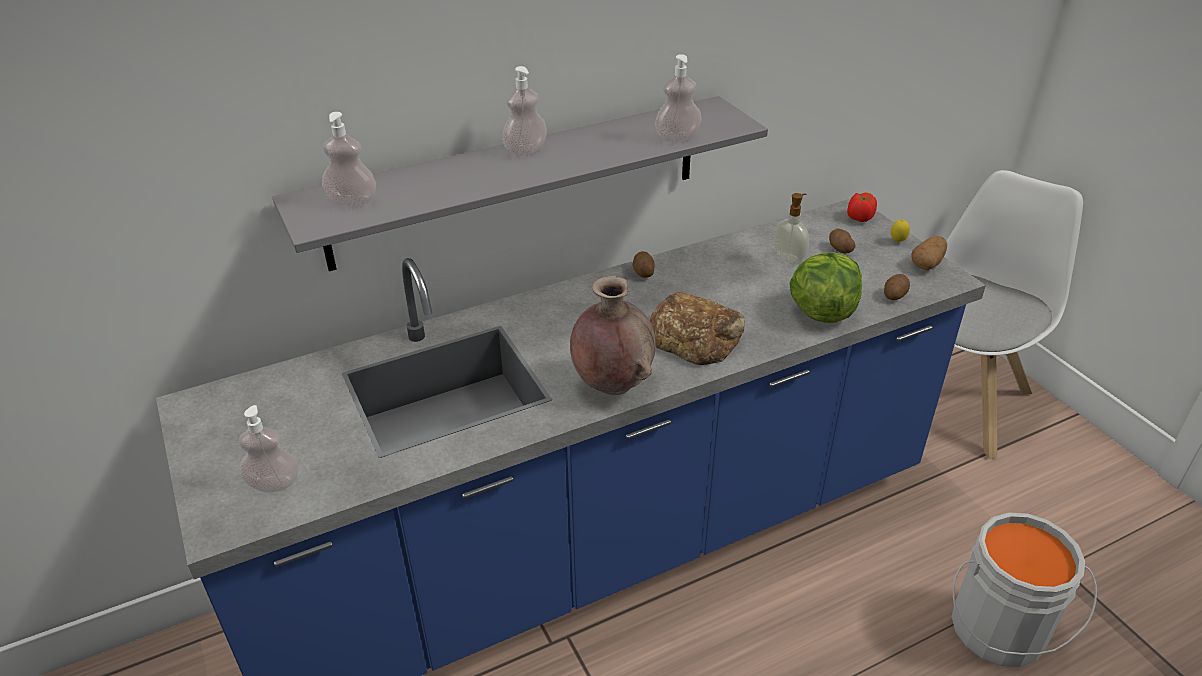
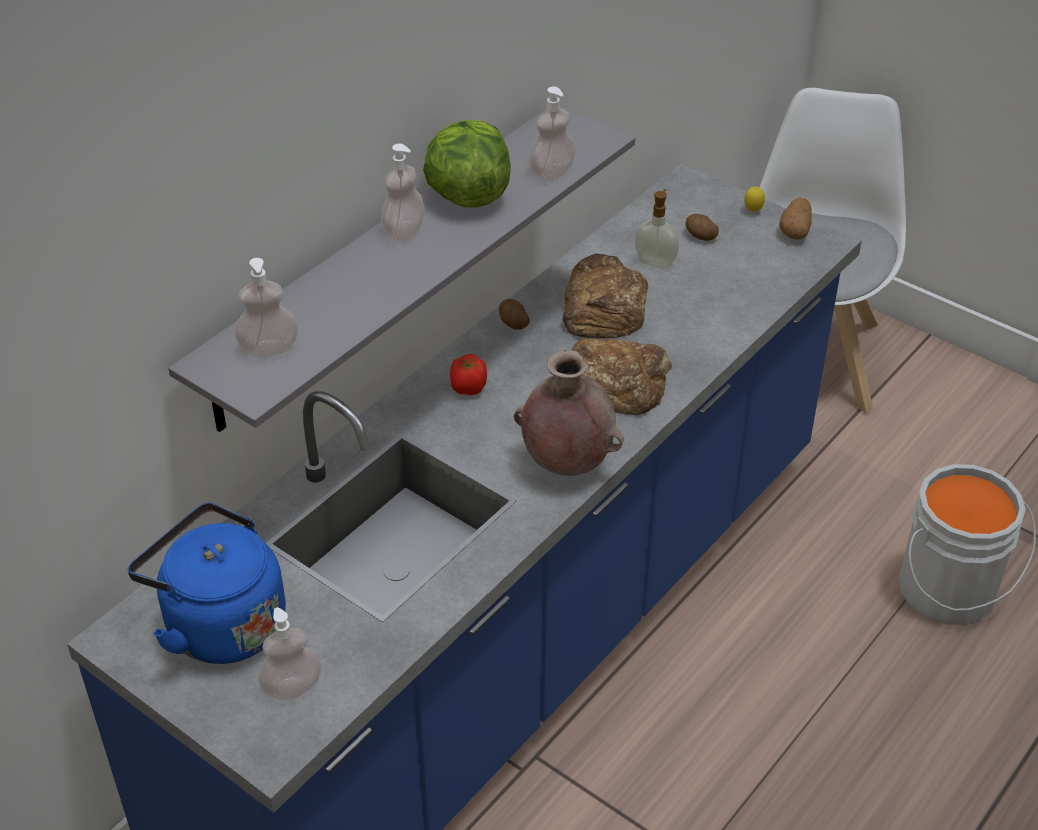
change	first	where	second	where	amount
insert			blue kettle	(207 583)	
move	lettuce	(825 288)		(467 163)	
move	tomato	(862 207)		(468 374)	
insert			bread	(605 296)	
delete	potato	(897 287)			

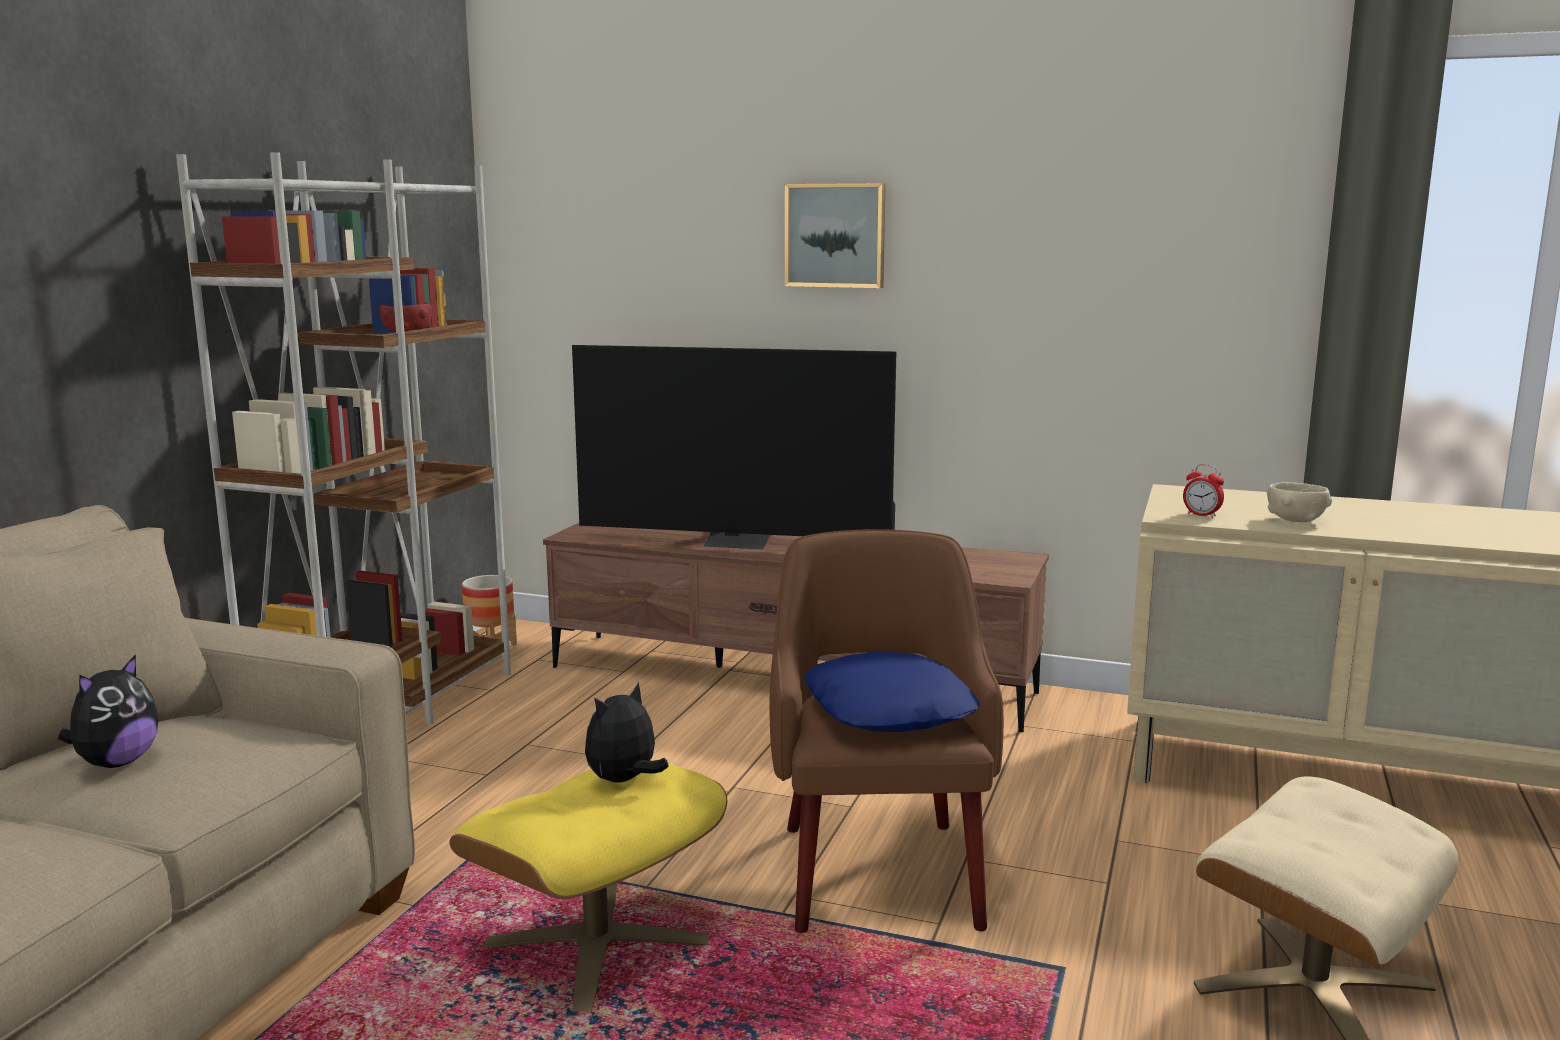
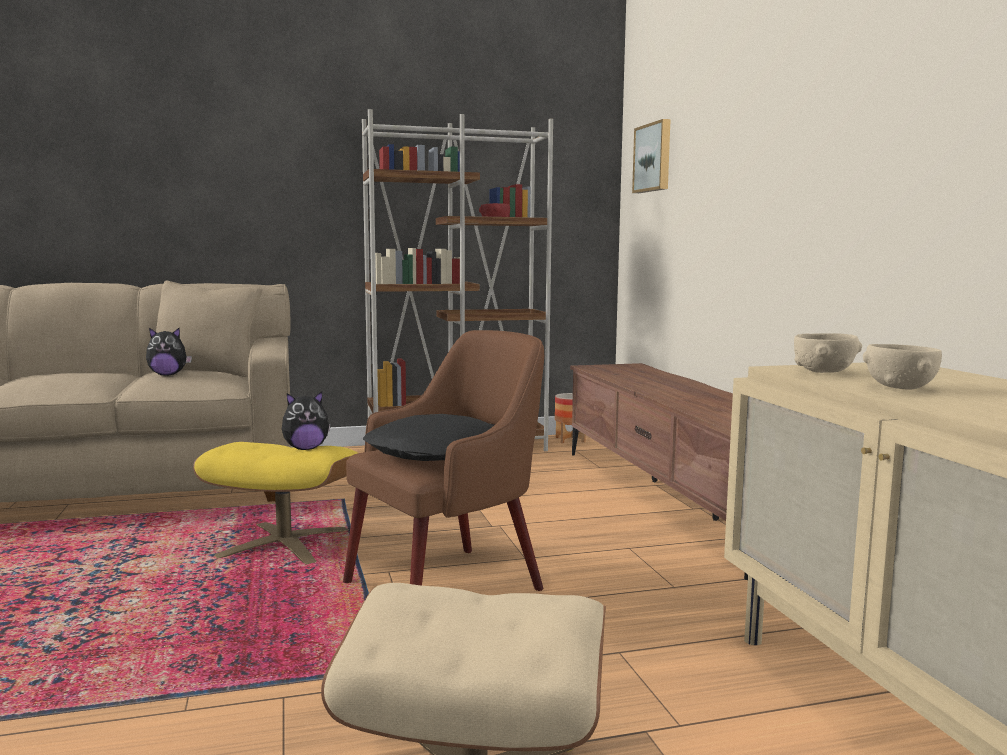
change	first	where	second	where	amount
rotate	plush toy	(627 732)		(306 420)	150 degrees clockwise
recolor	blue pillow	(892 692)	black pillow	(428 437)	
move	picture	(835 235)		(651 156)	
replace	alarm clock	(1203 491)	beige bowl	(828 353)	
delete	television	(734 447)			

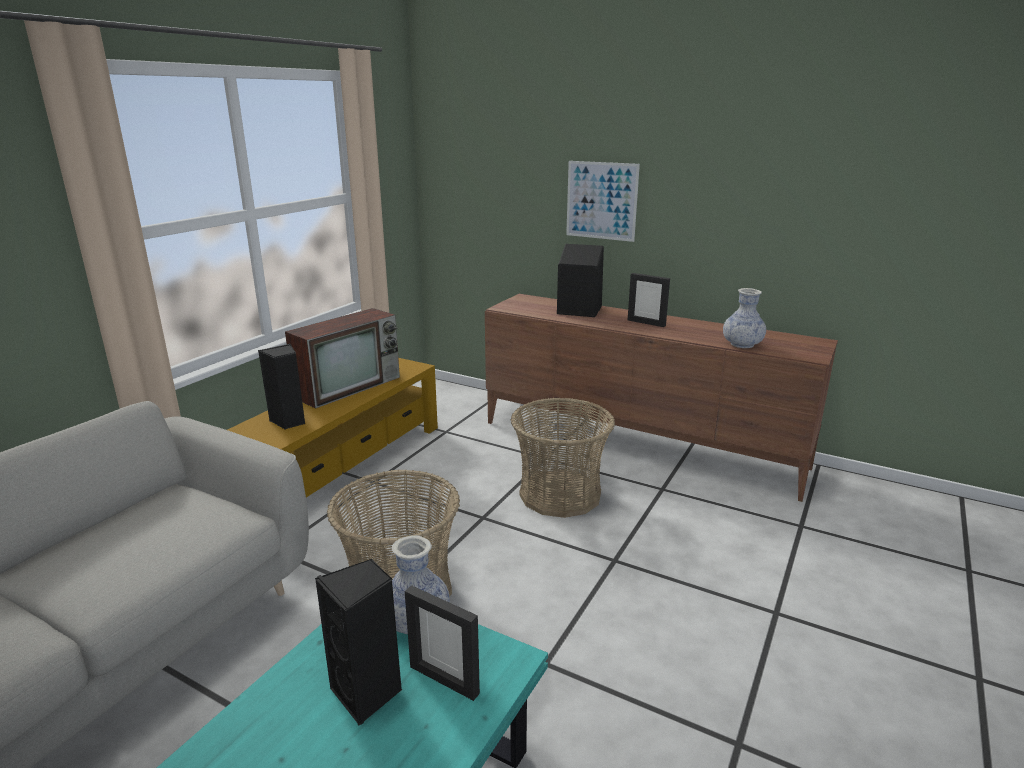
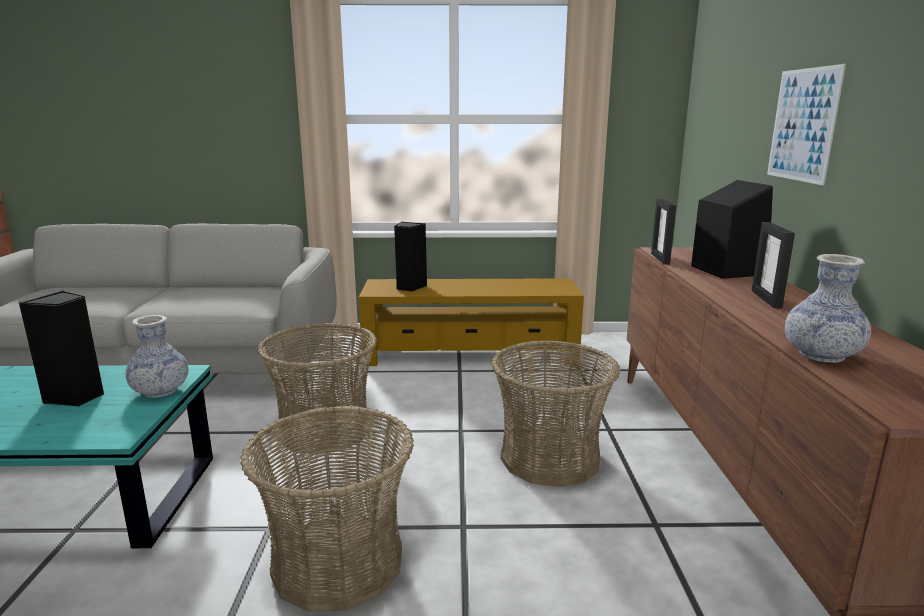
change	first	where	second	where	amount
insert			basket	(327 509)	
move	picture frame	(442 643)		(663 232)	
delete	television	(342 358)			

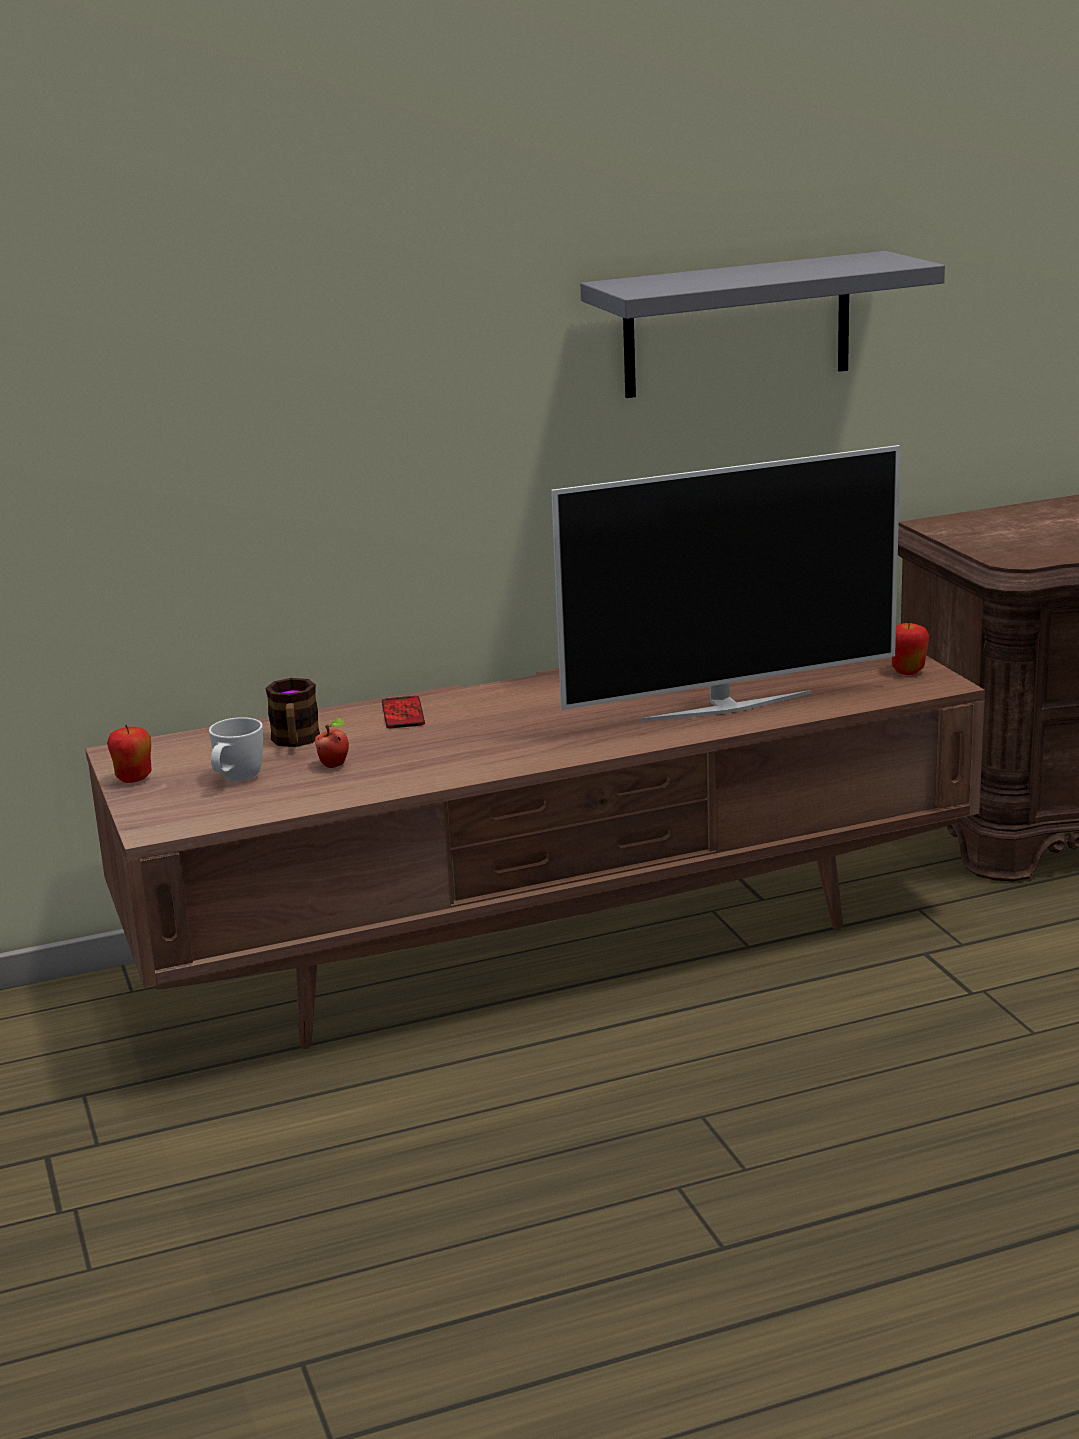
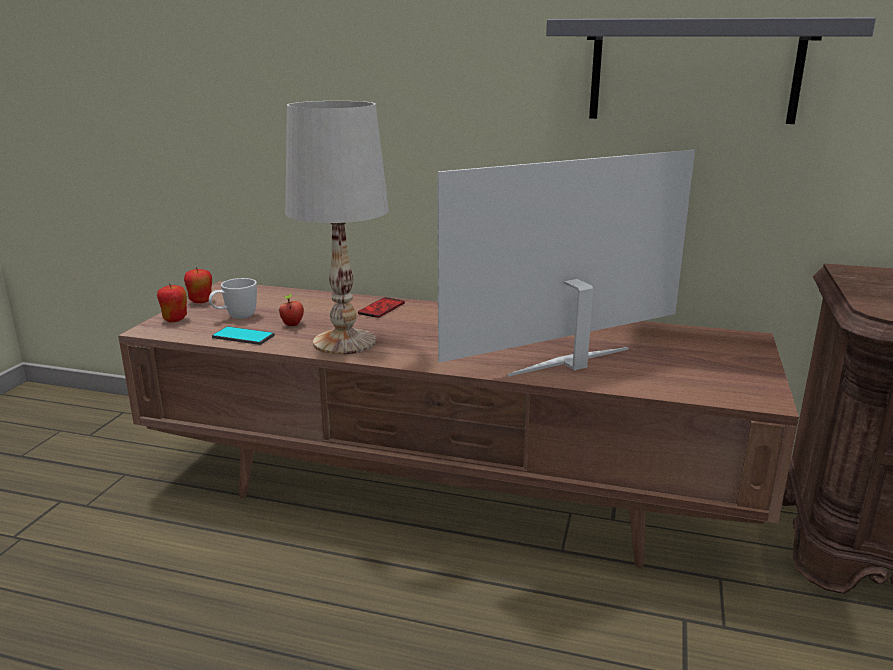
change	first	where	second	where	amount
move	apple	(910 647)		(172 302)	
insert			phone	(243 335)	
insert			white table lamp	(337 228)	
rotate	television	(725 583)		(566 263)	135 degrees clockwise
delete	mug	(292 712)			

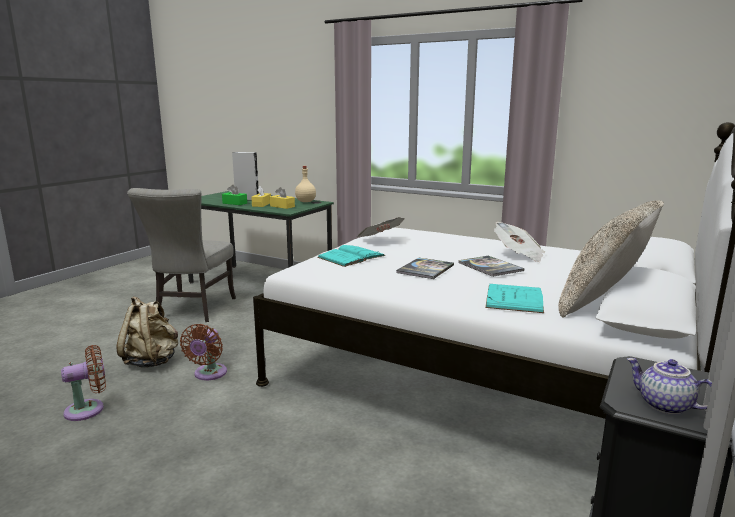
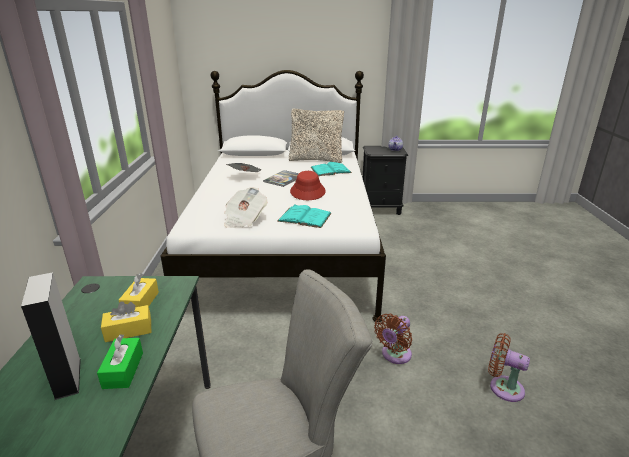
change	first	where	second	where	amount
replace	book	(425 268)	red hat	(308 185)	
rotate	brown fan	(203 352)		(393 339)	150 degrees clockwise
delete	beige backpack	(147 332)			
delete	beige bottle	(305 184)			

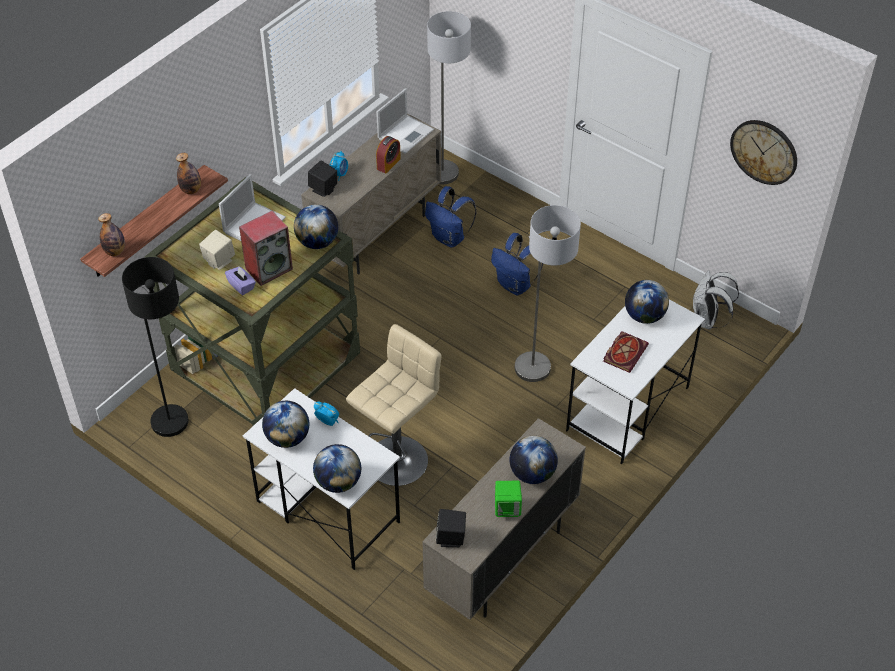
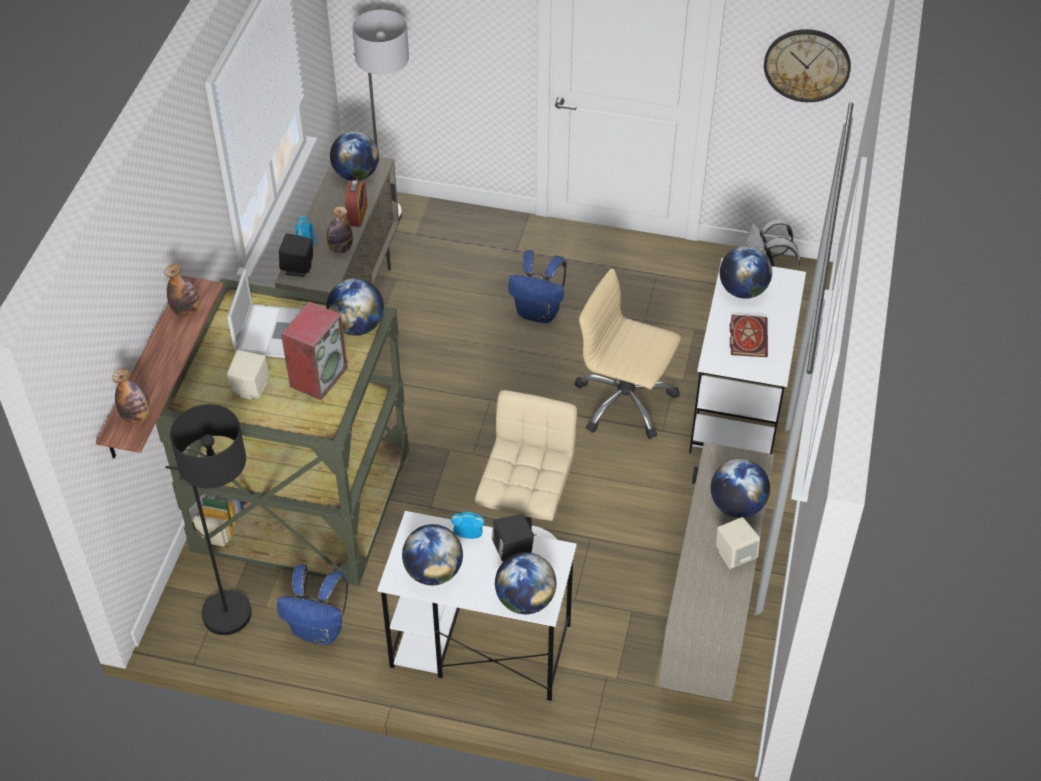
change	first	where	second	where	amount
move	blue backpack	(451 217)		(312 604)	
insert			bottle	(340 230)	
replace	laptop	(405 121)	globe	(354 156)	
move	black speaker	(451 528)		(513 538)	
replace	grey floor lamp	(548 293)	beige office chair	(627 354)	
recolor	green speaker	(508 499)	beige speaker	(738 543)	
delete	purple tissue box	(240 281)			

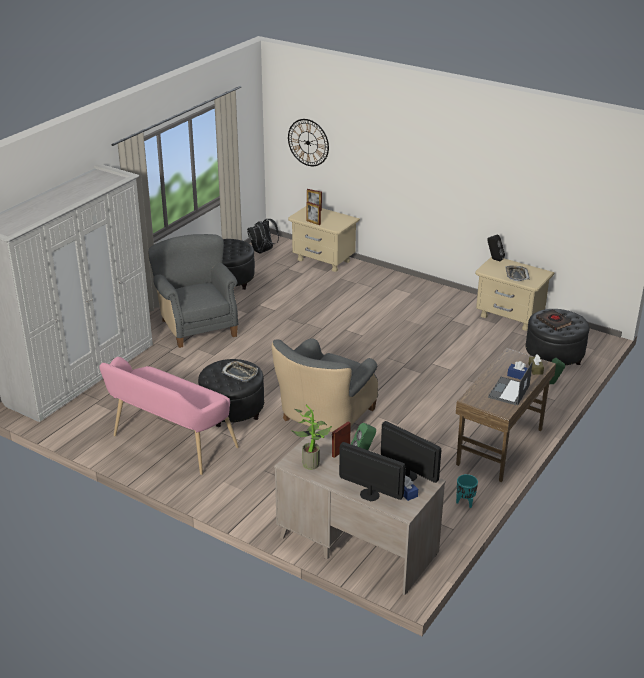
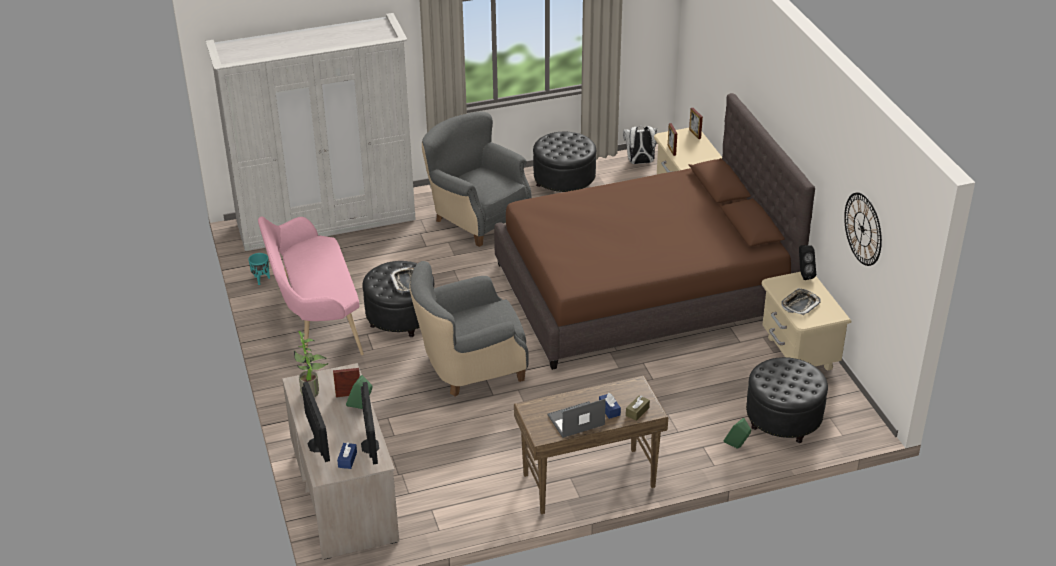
change	first	where	second	where	amount
move	turquoise planter	(467 491)		(259 269)	
rotate	grey armchair	(193 291)		(477 179)	60 degrees counterclockwise
insert			brown bed	(654 231)	
recolor	black backpack	(263 236)	white backpack	(640 145)	
move	wall clock	(308 142)		(863 229)	
delete	black book	(554 320)			

